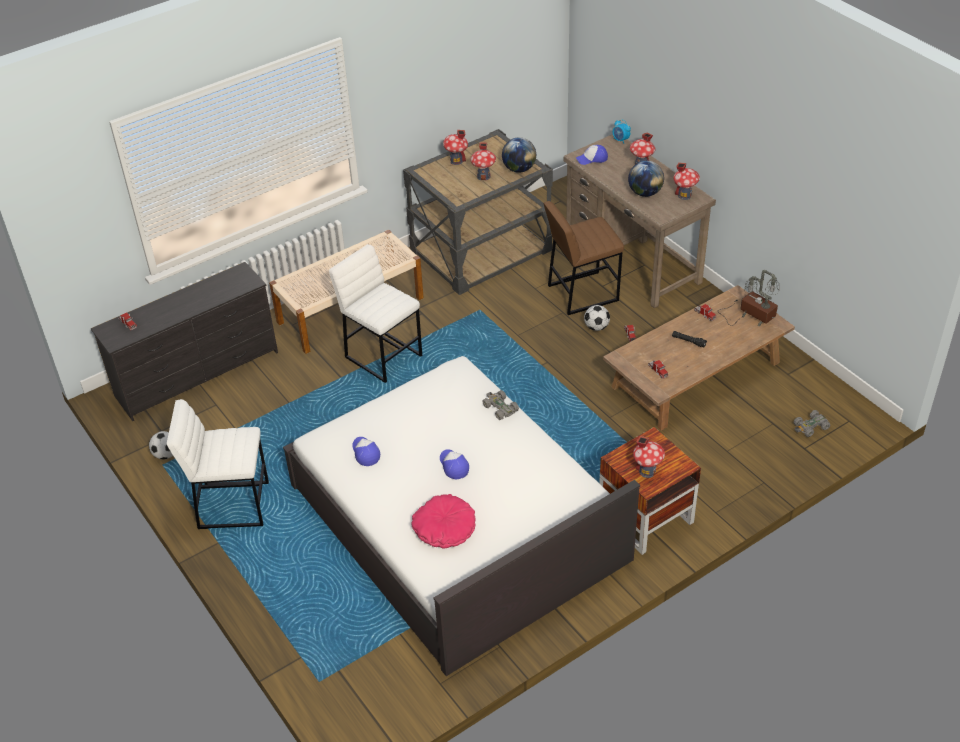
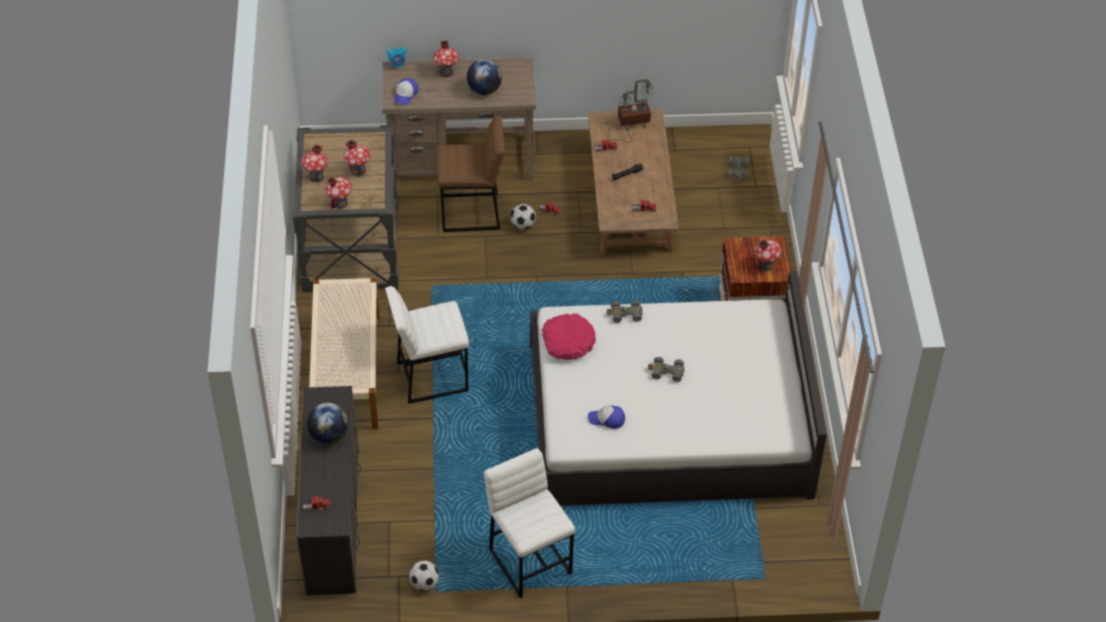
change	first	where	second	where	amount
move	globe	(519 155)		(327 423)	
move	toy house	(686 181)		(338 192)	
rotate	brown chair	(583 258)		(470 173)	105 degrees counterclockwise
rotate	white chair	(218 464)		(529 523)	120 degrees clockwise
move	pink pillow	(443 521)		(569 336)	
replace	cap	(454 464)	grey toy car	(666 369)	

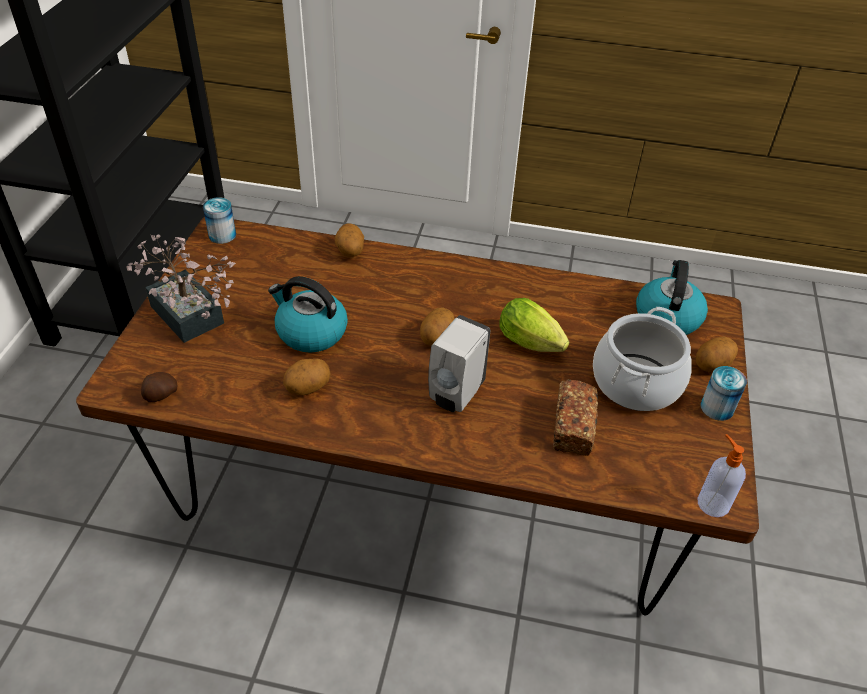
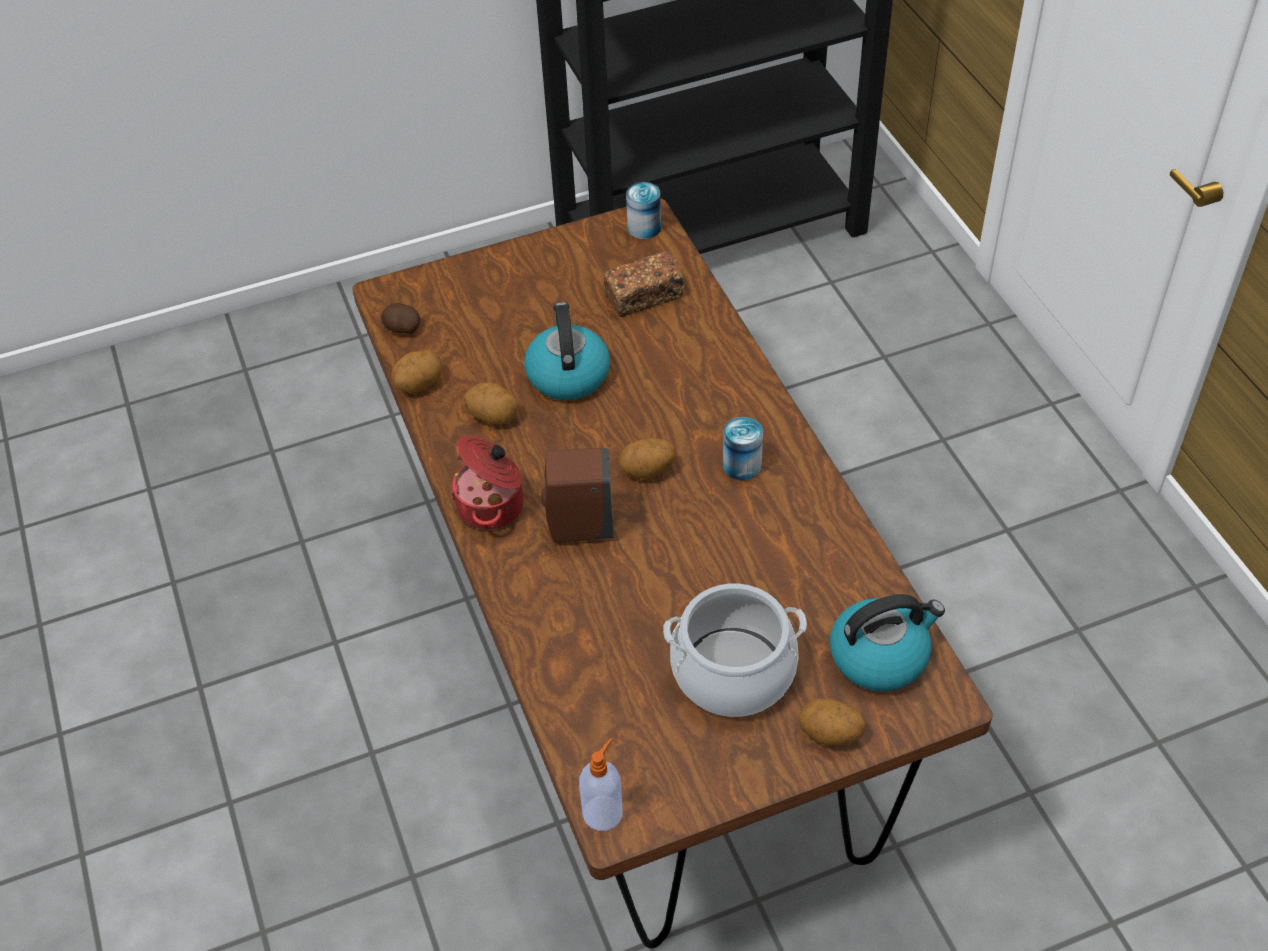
change	first	where	second	where	amount
move	potato	(349 239)		(417 371)	
insert			cooking pot	(486 483)	
recolor	white soap dispenser	(459 363)	brown soap dispenser	(577 495)	
move	bread	(575 417)		(644 284)	
move	can	(724 393)		(743 449)	
delete	potted plant	(181 289)			
delete	lettuce	(534 325)			

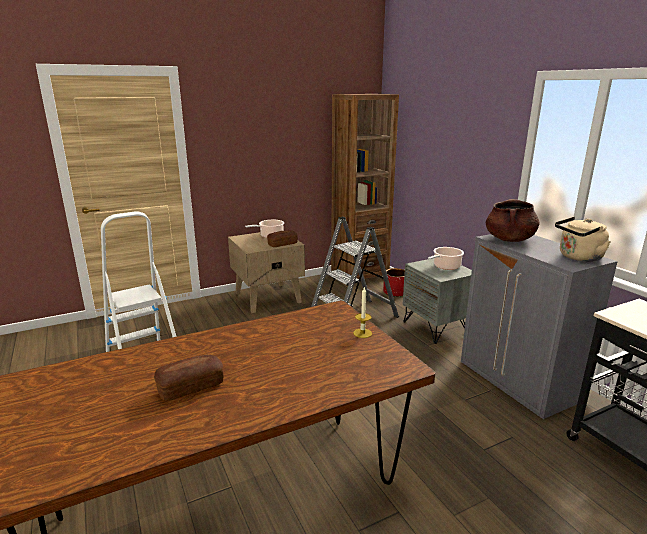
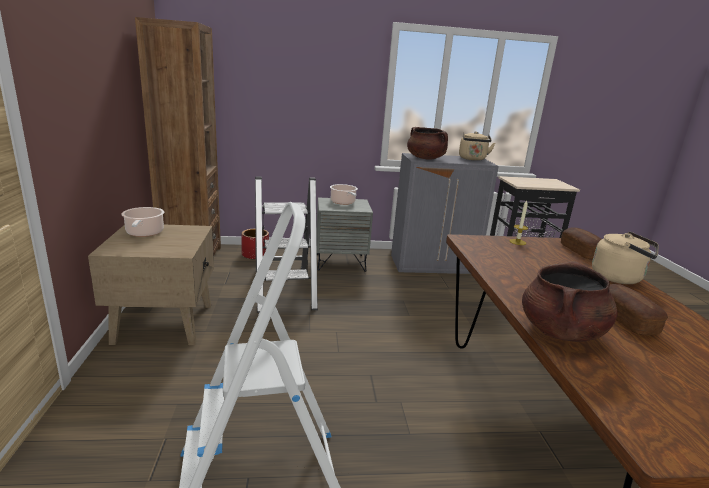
change	first	where	second	where	amount
insert			brown cooking pot	(570 301)	
move	bread	(282 238)		(581 243)	
insert			beige kettle	(625 257)	

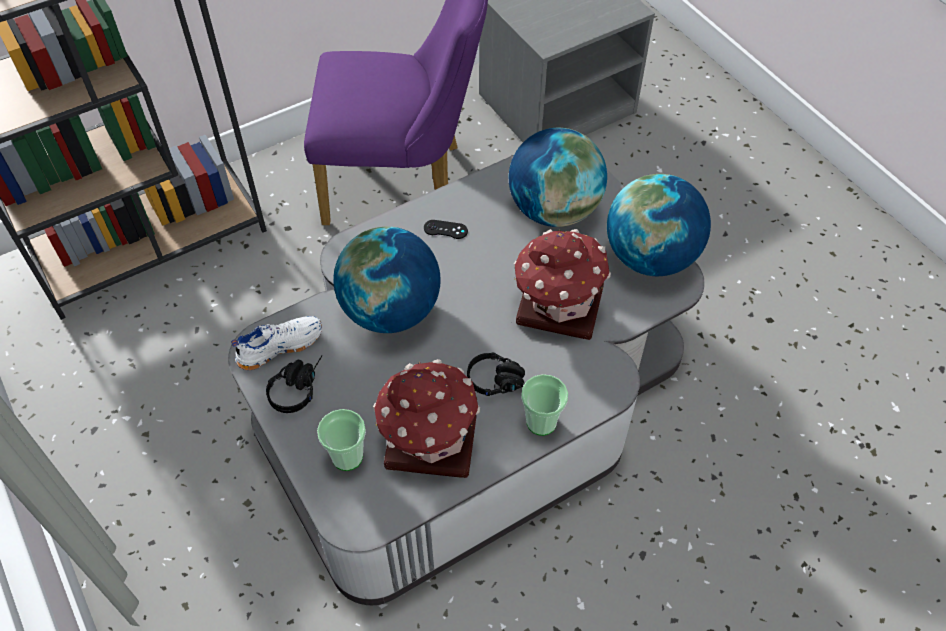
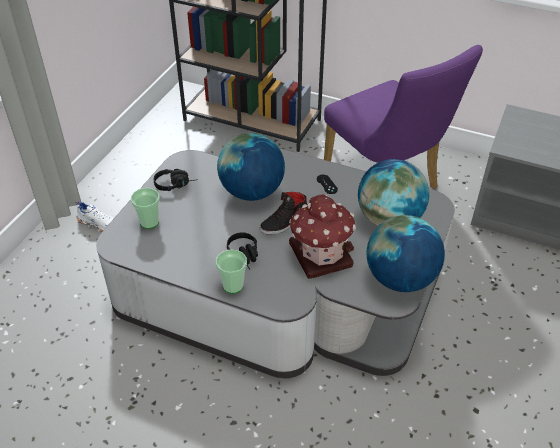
change	first	where	second	where	amount
move	white shoe	(276 343)		(94 216)	
insert			black shoe	(283 213)	
delete	toy house	(426 418)			

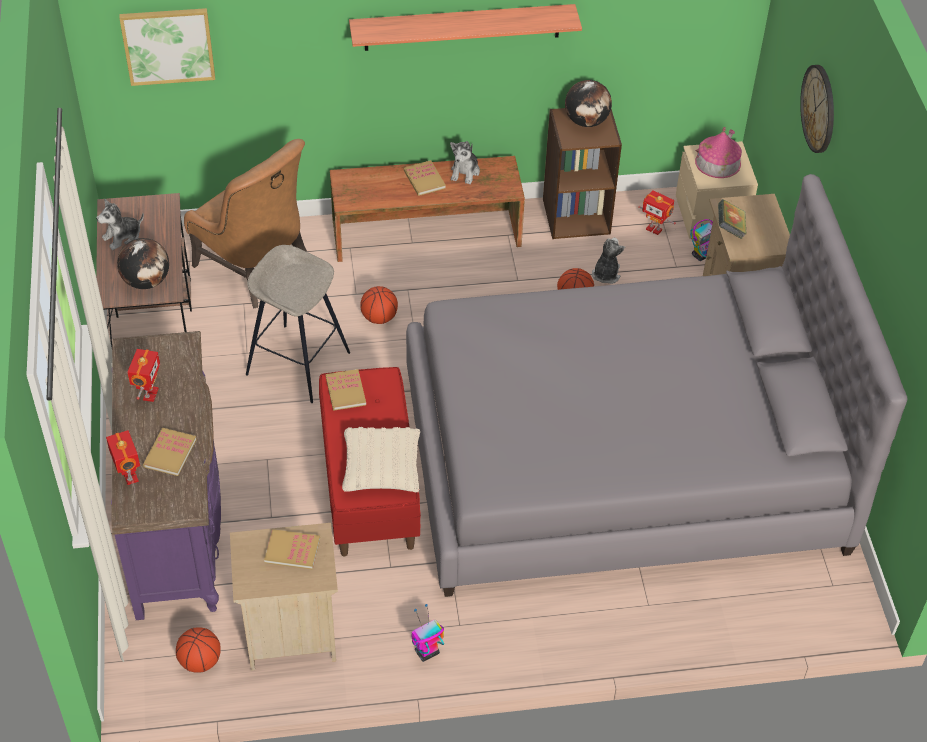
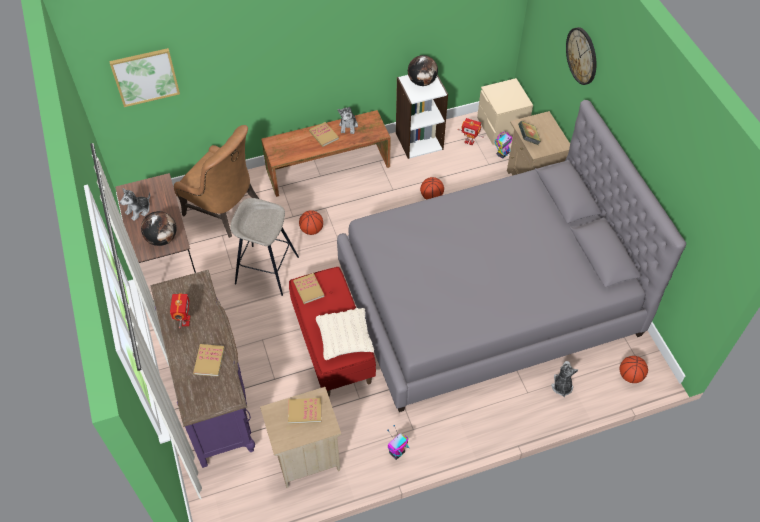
change	first	where	second	where	amount
recolor	brown bookcase	(582 173)	white bookcase	(422 117)	
move	plush toy	(608 261)		(564 379)	
move	basketball	(198 650)		(633 369)	
delete	toy robot	(123 457)			
delete	shelf	(465 27)			
delete	toy house	(718 152)			

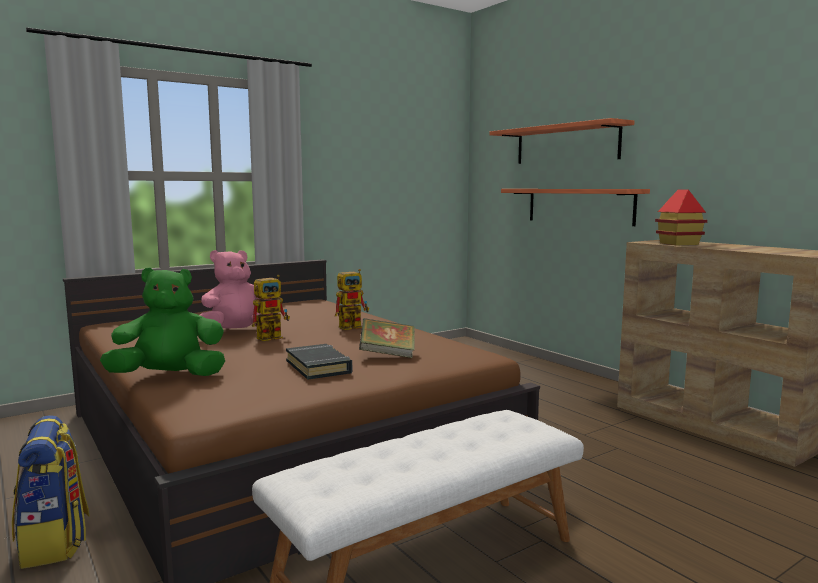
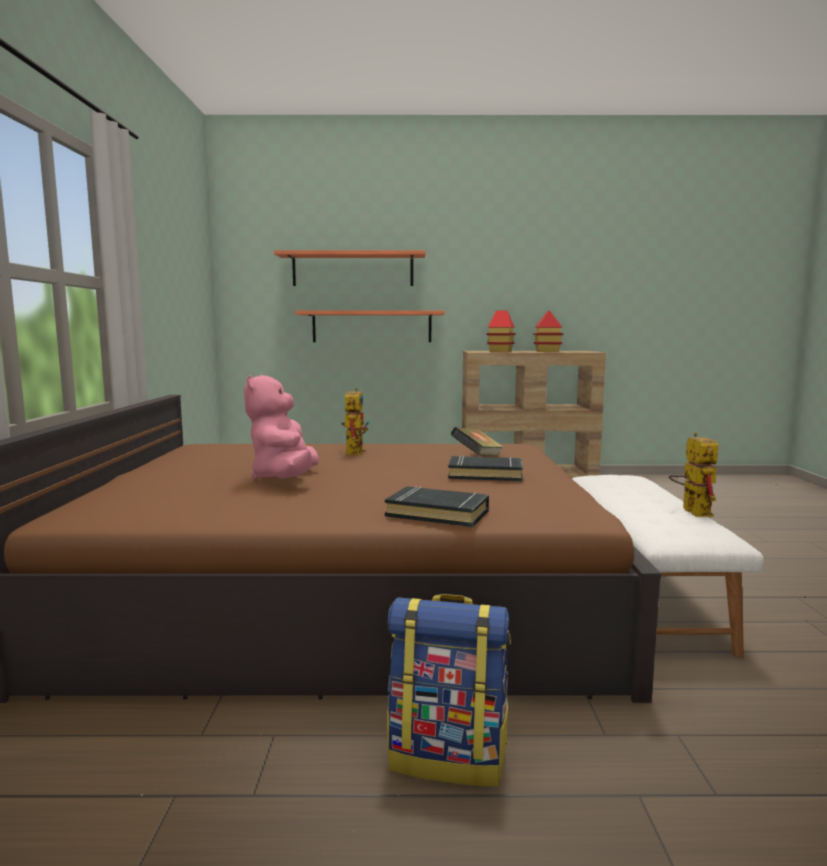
change	first	where	second	where	amount
replace	green plush toy	(162 321)	black book	(437 506)	
insert			toy house	(548 331)	
move	toy robot	(271 308)		(693 474)	

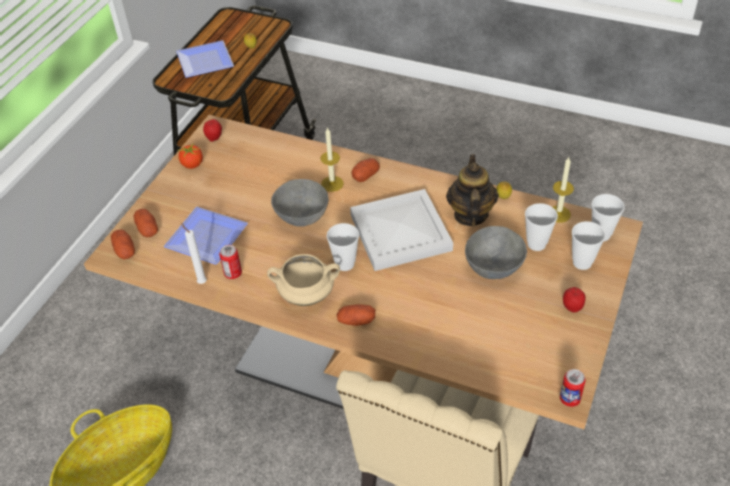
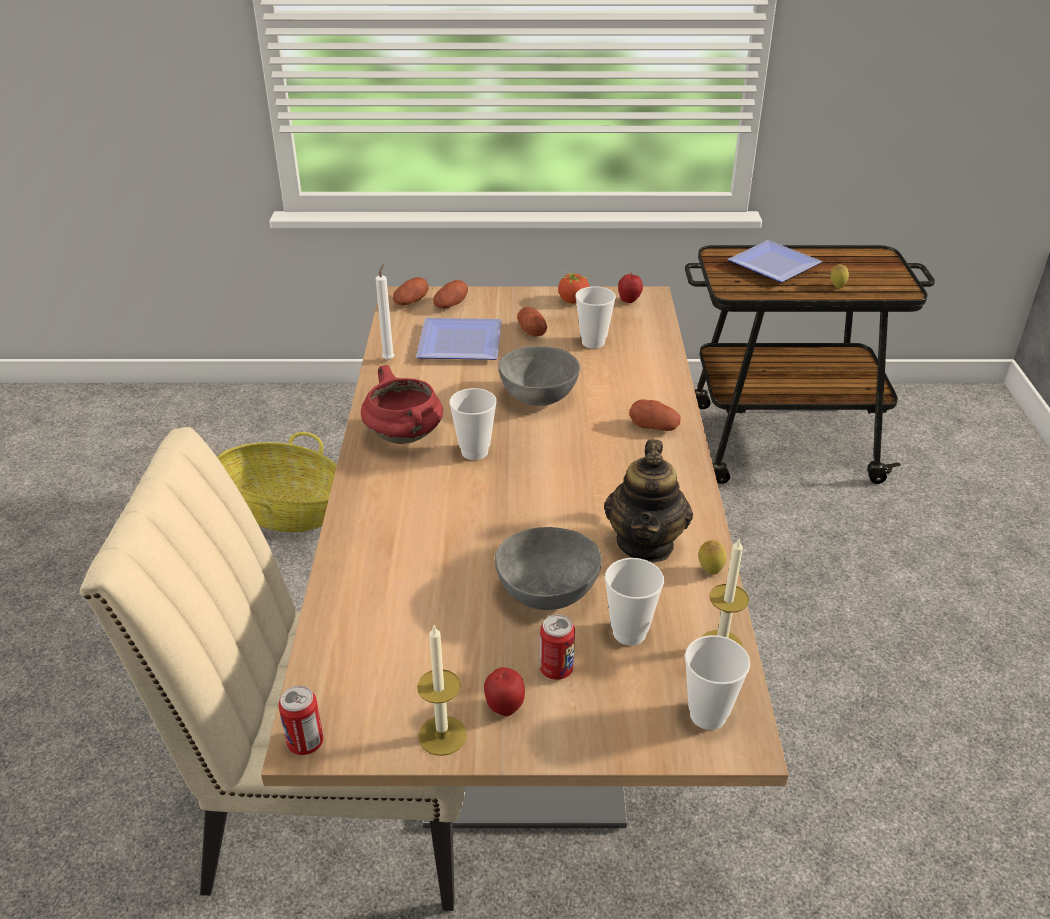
change	first	where	second	where	amount
recolor	beige cooking pot	(303 280)	red cooking pot	(402 404)	
move	candle	(332 159)		(442 690)	
move	potato	(356 315)		(532 322)	
move	can	(230 262)		(557 647)	
move	cup	(589 245)		(595 317)	
rotate	teapot	(472 190)		(648 501)	120 degrees clockwise
delete	white tray	(401 230)			

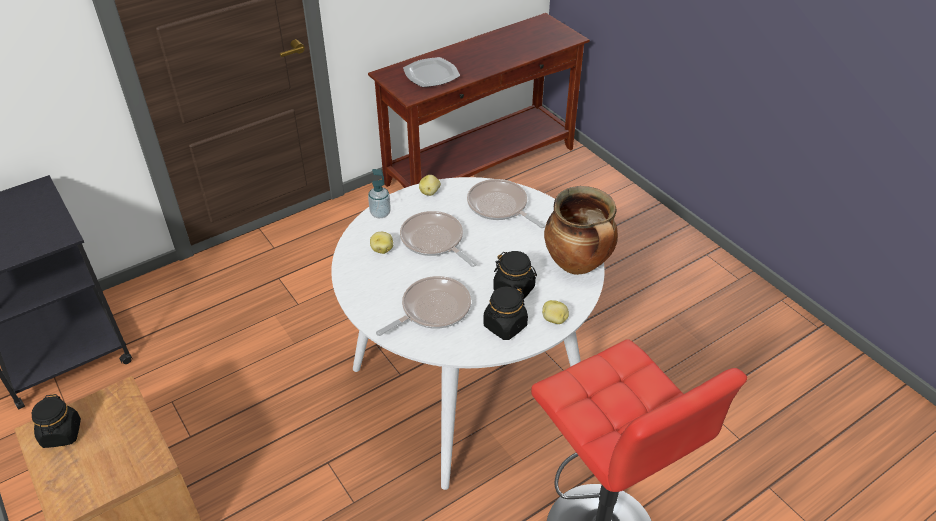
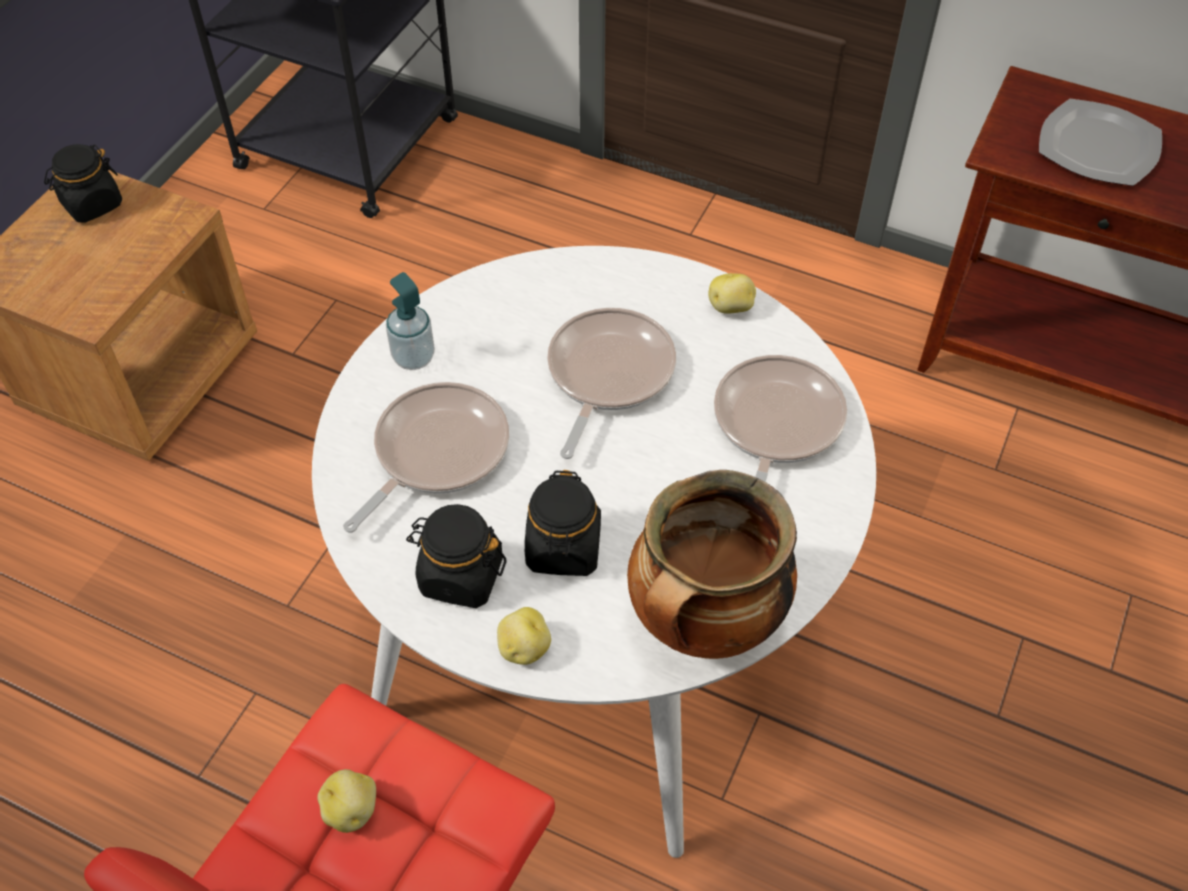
change	first	where	second	where	amount
move	potato	(381 243)		(346 801)	
rotate	frying pan	(423 306)		(426 457)	75 degrees counterclockwise
move	soap dispenser	(379 193)		(410 321)	

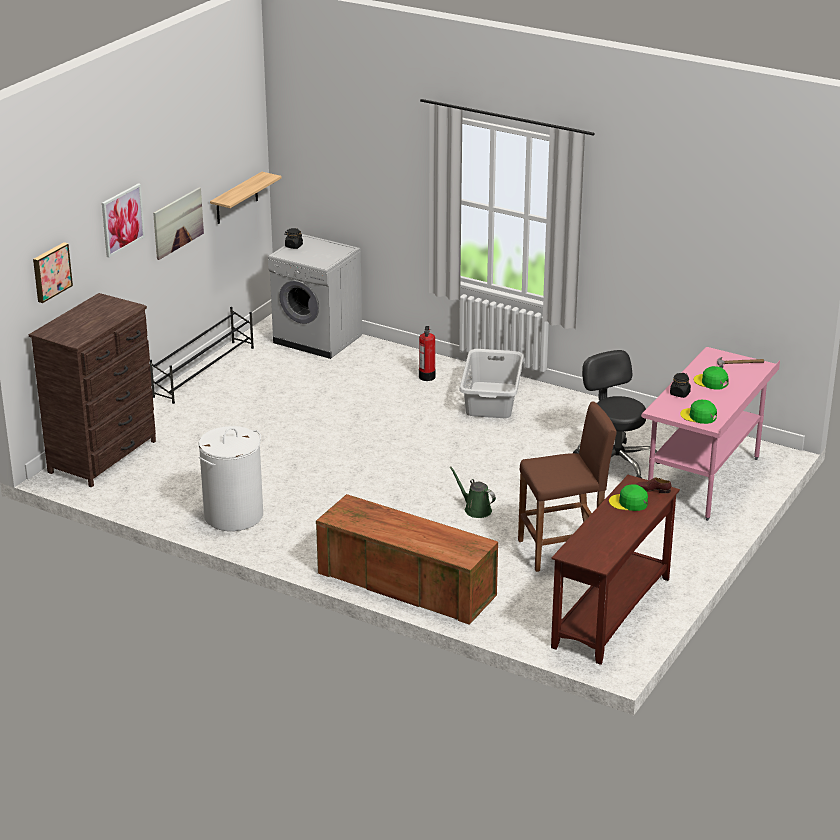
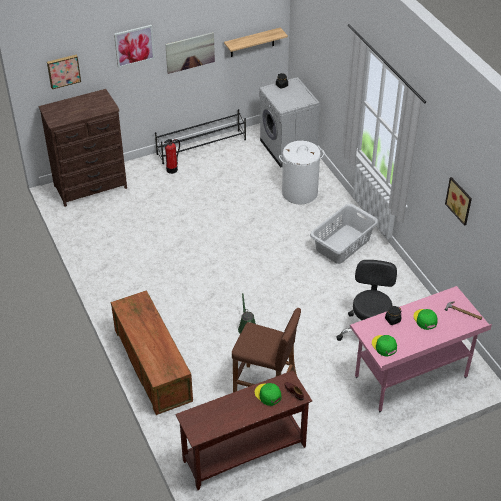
change	first	where	second	where	amount
move	fire extinguisher	(427 353)		(171 156)	
move	white laundry basket	(230 478)		(301 173)	
insert			picture	(458 201)	

